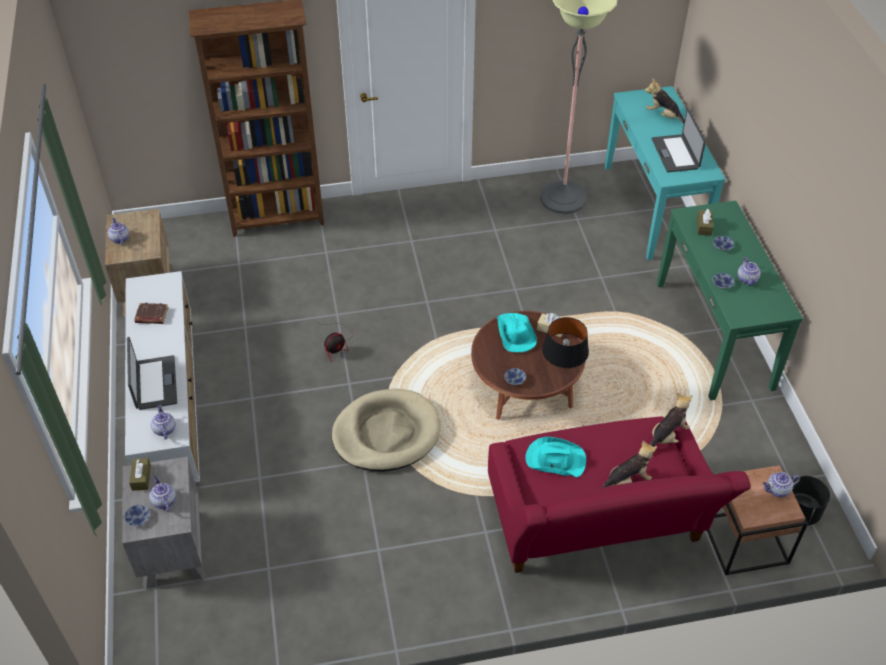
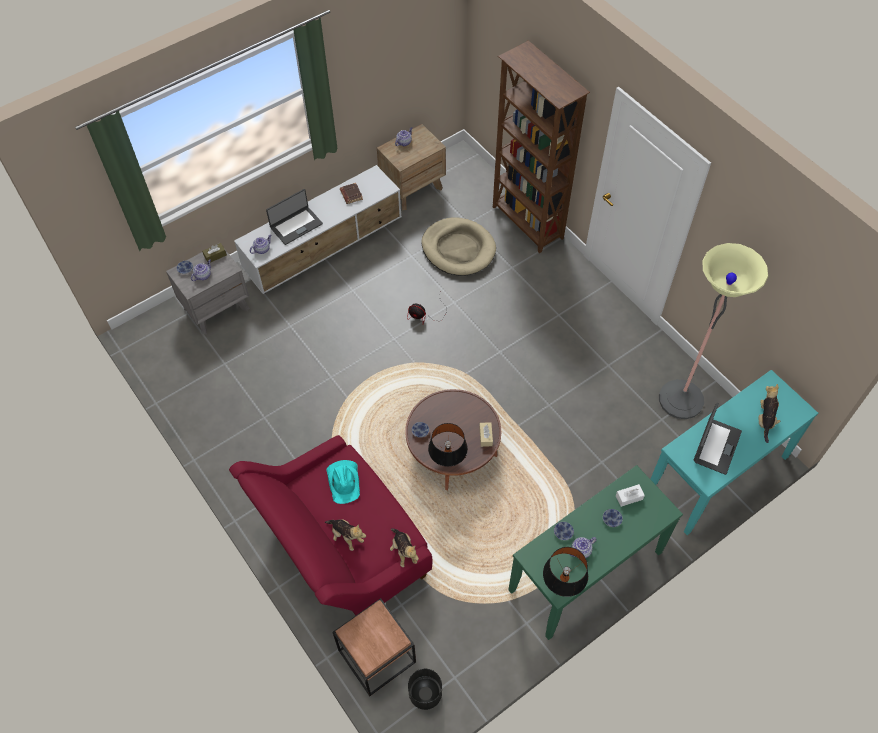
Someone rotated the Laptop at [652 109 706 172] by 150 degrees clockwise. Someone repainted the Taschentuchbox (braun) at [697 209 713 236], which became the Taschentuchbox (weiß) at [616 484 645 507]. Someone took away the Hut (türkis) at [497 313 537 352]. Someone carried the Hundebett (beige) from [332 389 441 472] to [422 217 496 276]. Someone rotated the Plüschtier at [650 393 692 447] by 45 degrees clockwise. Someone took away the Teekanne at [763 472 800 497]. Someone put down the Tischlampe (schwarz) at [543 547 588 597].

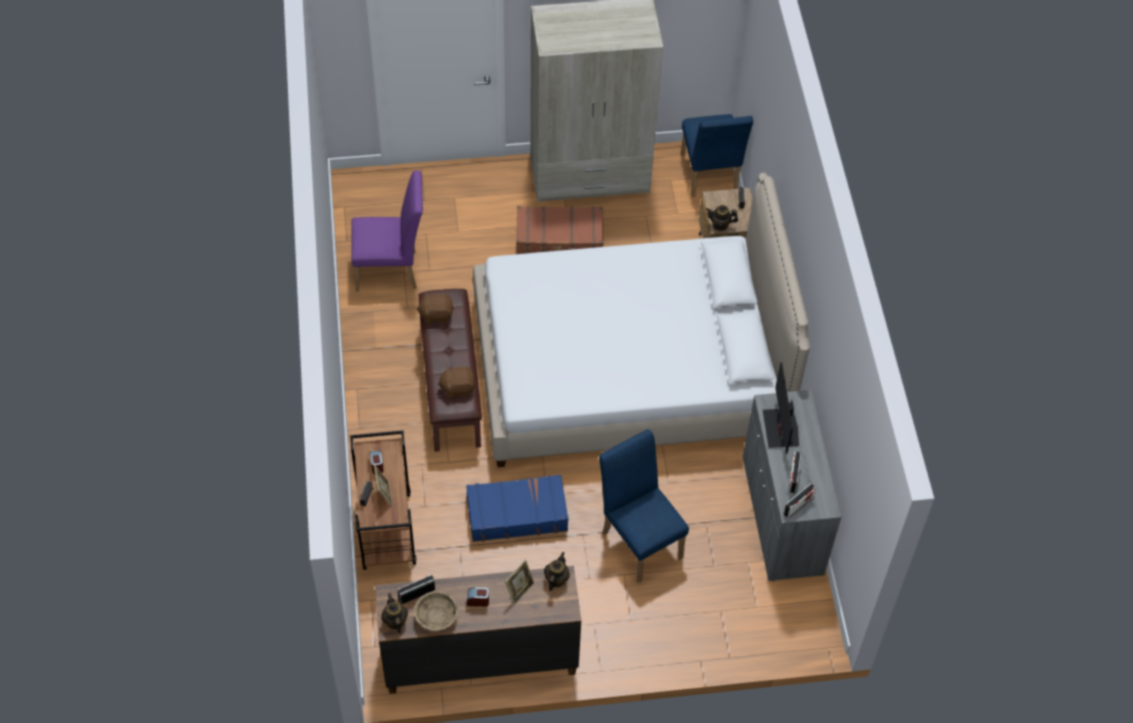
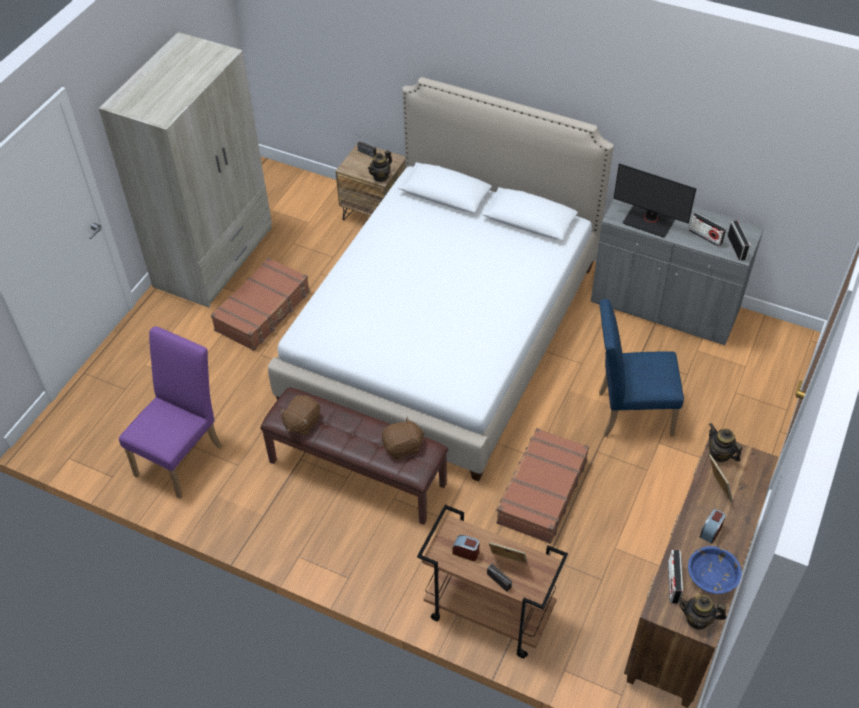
Someone took away the Stuhl (blau) at [681 114 753 197]. Someone rotated the Plüschtier (braun) at [437 366 476 398] by 135 degrees counterclockwise. Someone repainted the Koffer (blau) at [466 475 568 542], which became the Koffer (braun) at [496 428 589 544]. Someone repainted the Schüssel (beige) at [414 591 458 631], which became the Schüssel (blau) at [688 546 742 594].

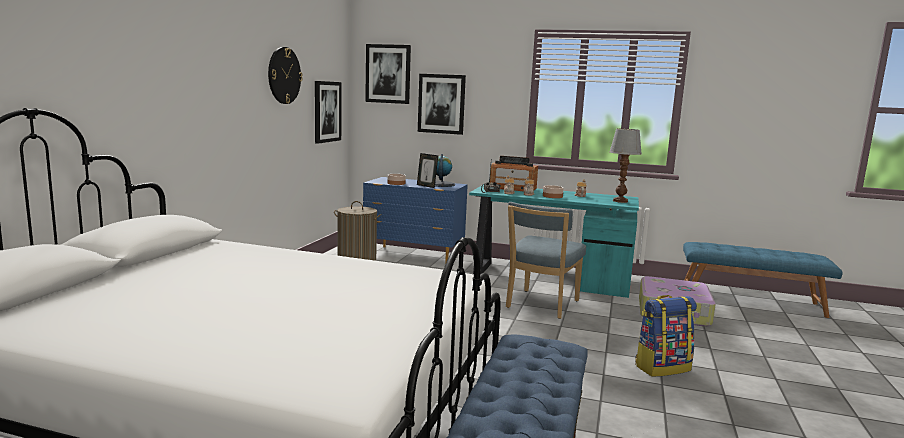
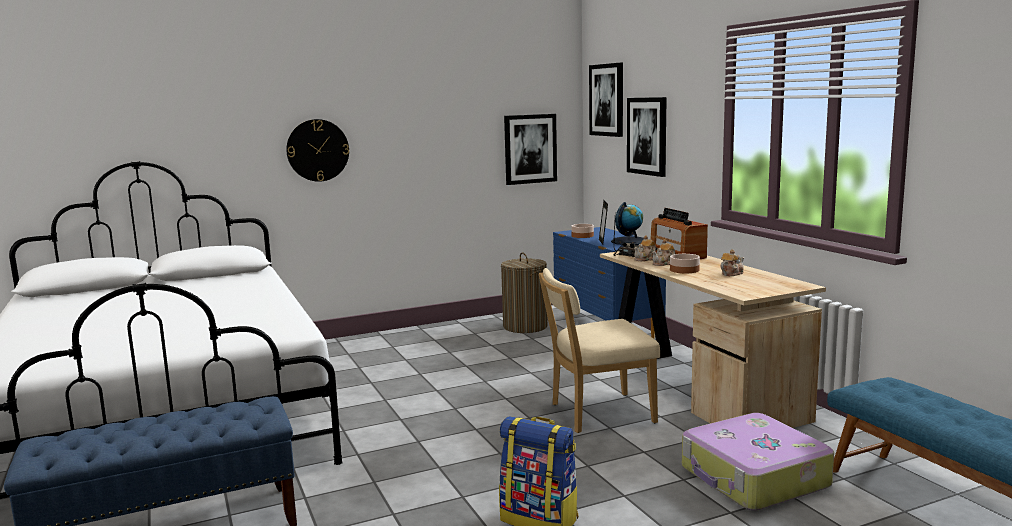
Someone carried the Wanduhr from [268 47 303 104] to [286 119 349 182]. Someone took away the Tischlampe at [609 128 642 203]. Someone repainted the Schreibtisch (türkis) at [469 184 639 298], which became the Schreibtisch (beige) at [600 251 826 428]. Someone repainted the Stuhl (blau) at [506 202 586 319], which became the Stuhl (beige) at [539 268 660 433].

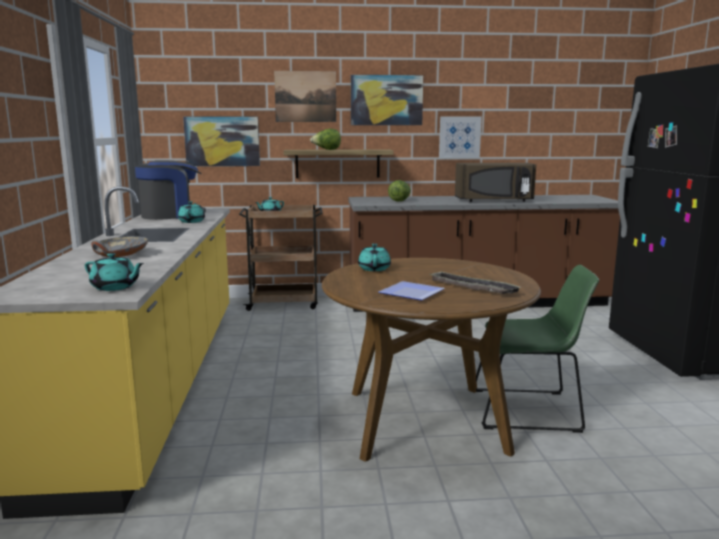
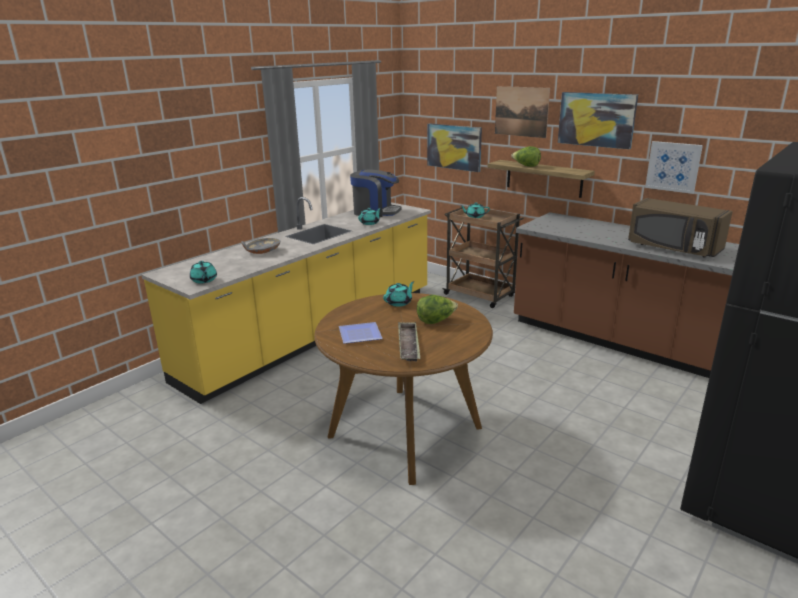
Someone carried the Salatkopf from [388 180 411 201] to [417 295 458 324]. Someone took away the Stuhl (grün) at [476 265 599 433].

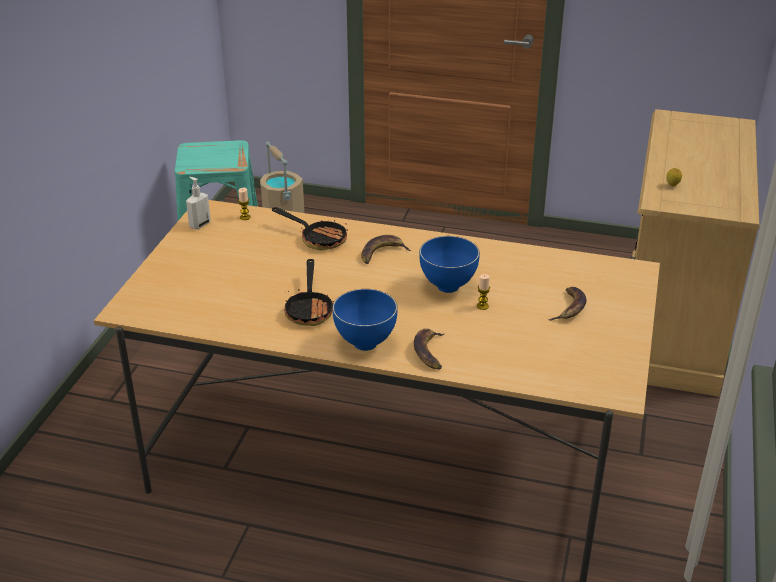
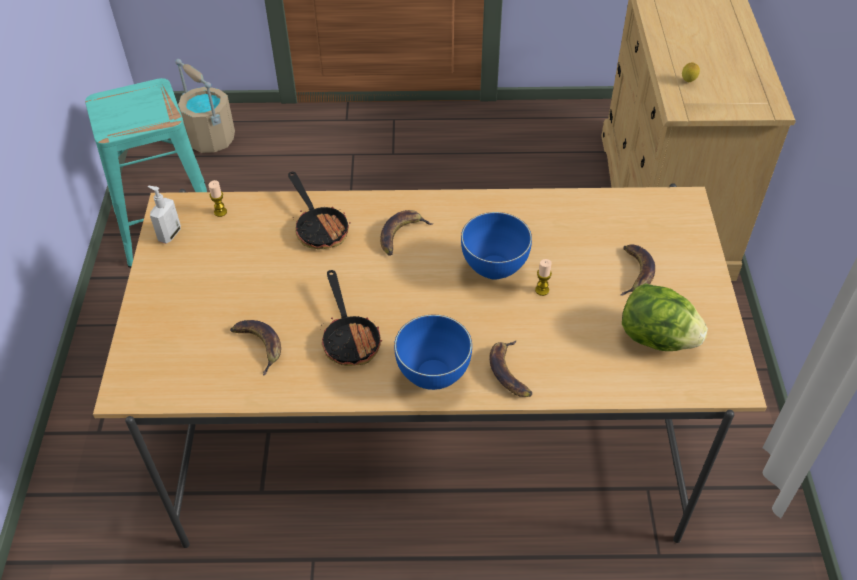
Someone rotated the Pfanne at [272 207 348 250] by 45 degrees clockwise. Someone put down the Salatkopf at [622 283 708 351]. Someone put down the Banane at [230 320 281 376].

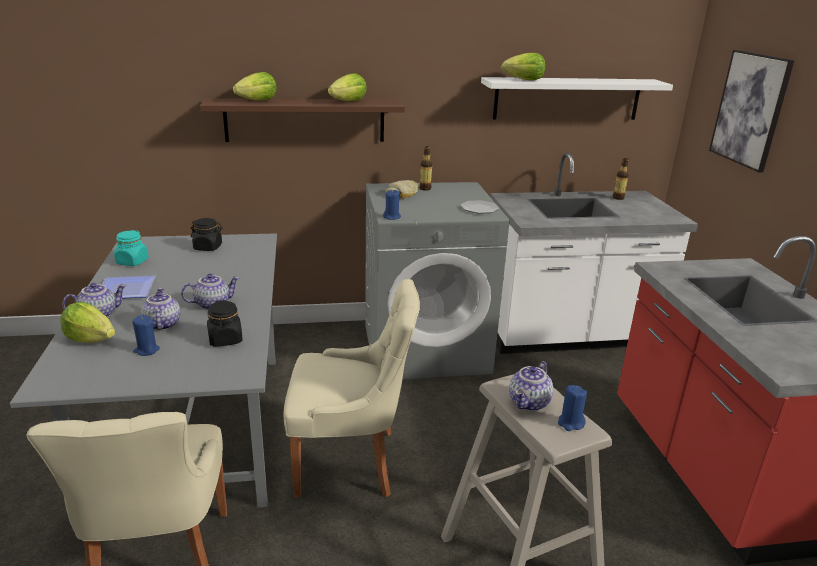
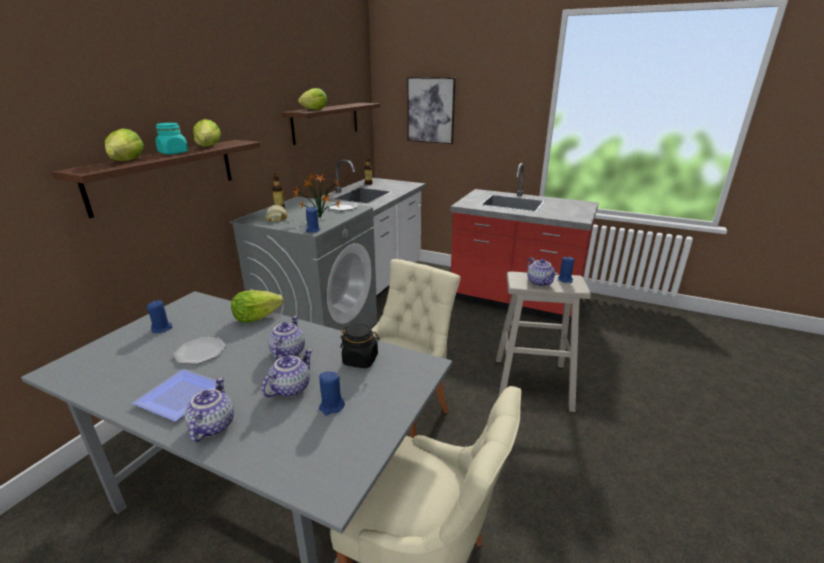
Someone repainted the Wandregal (weiß) at [481 77 673 120], which became the Wandregal (braun) at [282 103 380 145]. Someone swapped the Vorratsglas (schwarz) at [191 218 223 251] for the Kerze (blau) at [147 300 172 333]. Someone carried the Vorratsglas (türkis) from [114 230 149 266] to [155 123 188 154]. Someone rotated the Teekanne at [141 288 180 331] by 105 degrees clockwise. Someone carried the Salatkopf from [60 302 115 343] to [231 290 283 323]. Someone put down the Topfpflanze at [293 174 341 217]. Someone put down the Teller at [173 337 226 364].

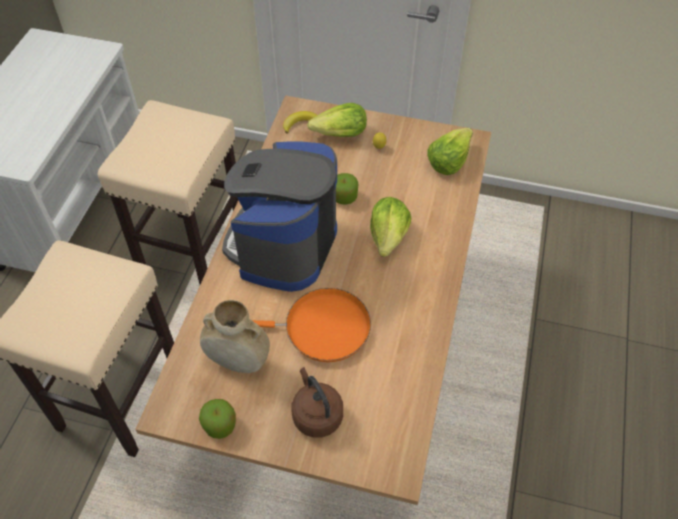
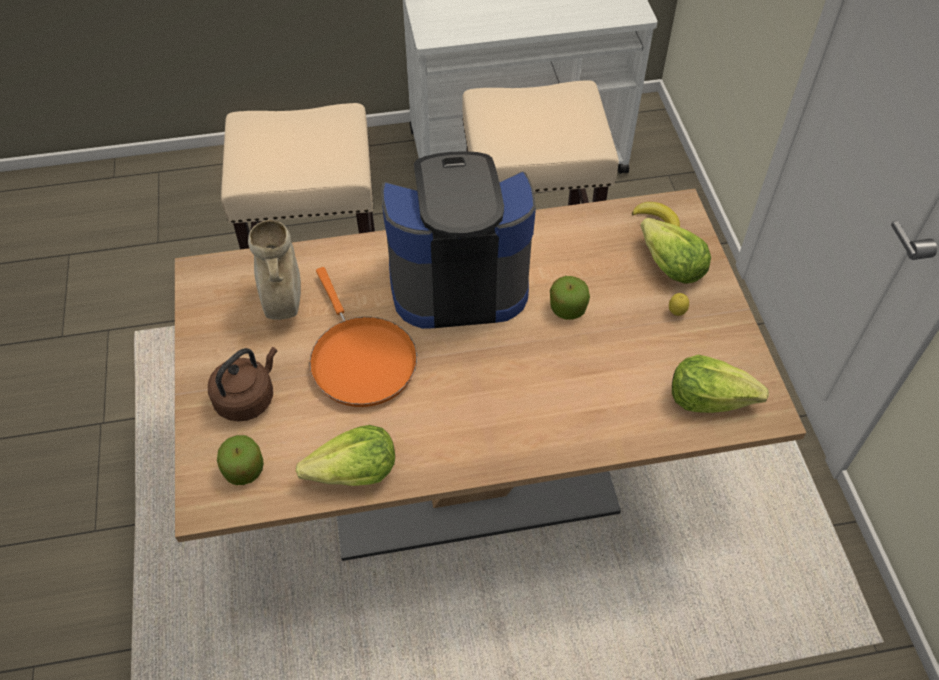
Someone carried the Salatkopf from [370 197 411 257] to [296 425 395 486]. Someone carried the Apfel from [199 399 236 439] to [217 435 264 485].

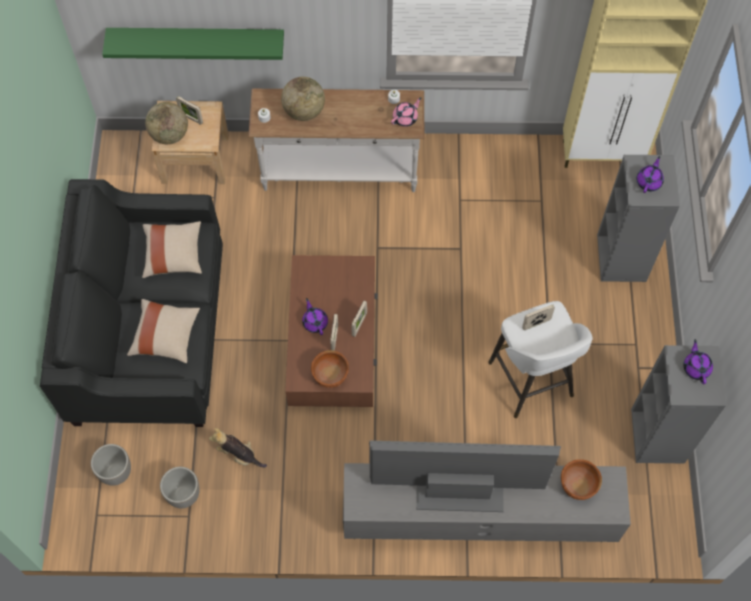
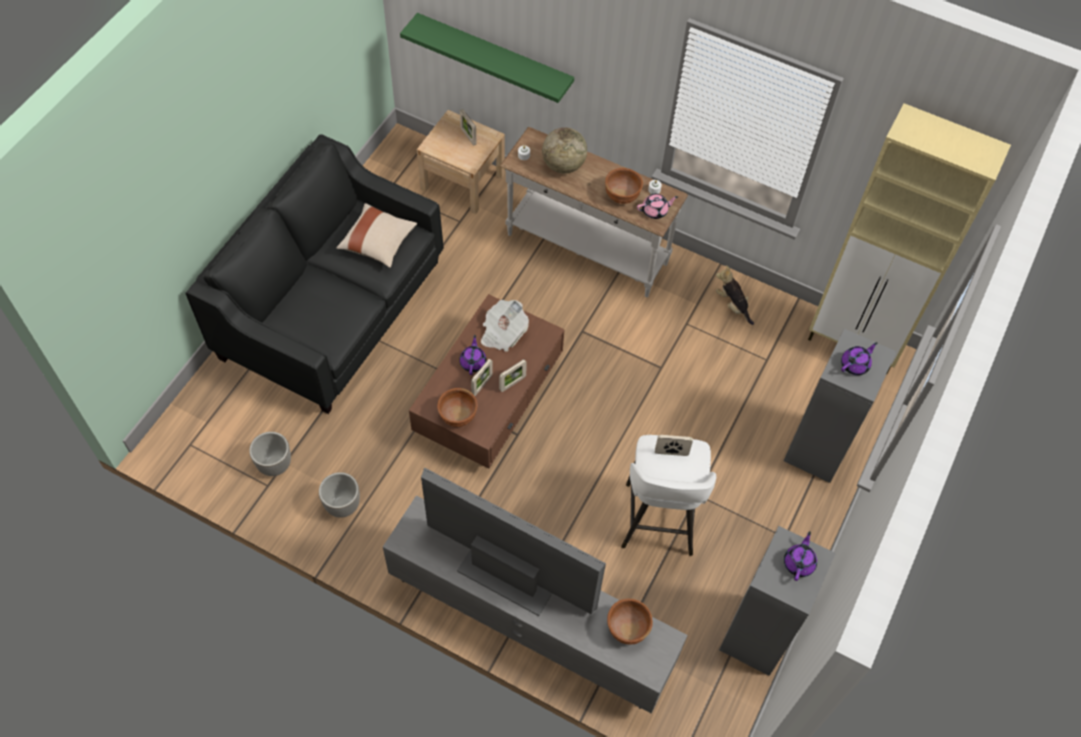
Someone took away the Globus at [145 102 188 144]. Someone took away the Kissen (beige) at [127 299 200 363]. Someone carried the Plüschtier from [209 428 267 468] to [716 265 754 325]. Someone carried the Pflanzkübel from [91 444 131 486] to [319 472 360 518]. Someone put down the Schüssel (braun) at [605 168 643 204]. Someone put down the Zeitung at [481 300 529 351].

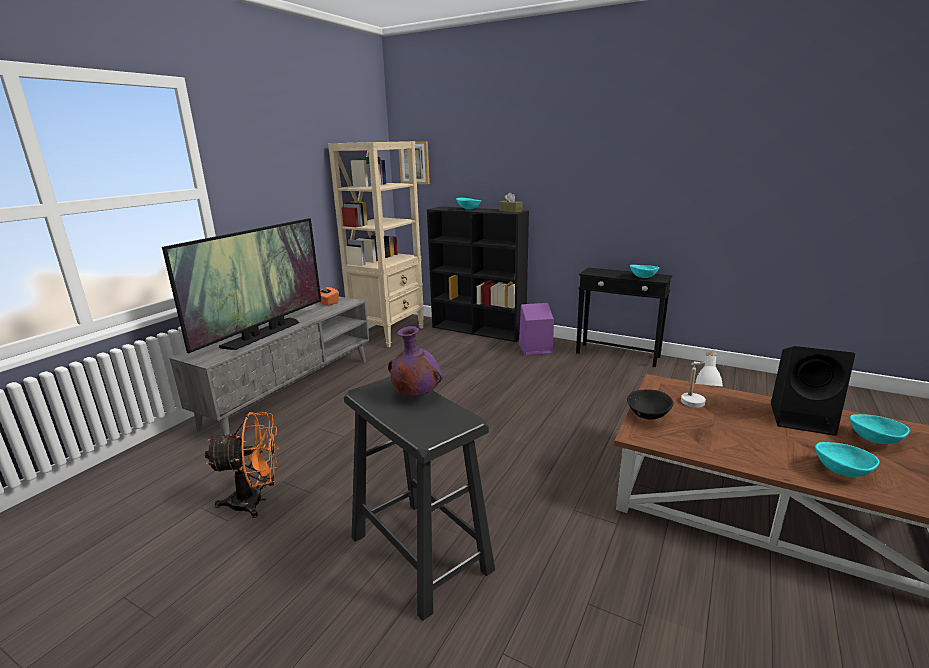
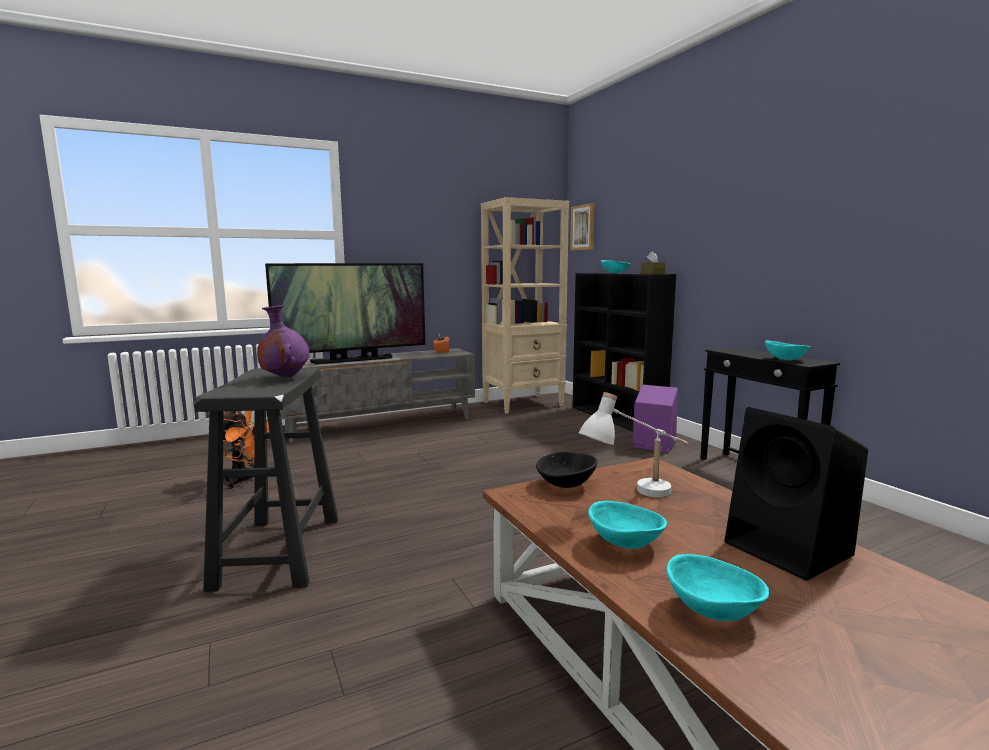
Someone carried the Schüssel (türkis) from [850 414 910 444] to [588 501 667 549].

